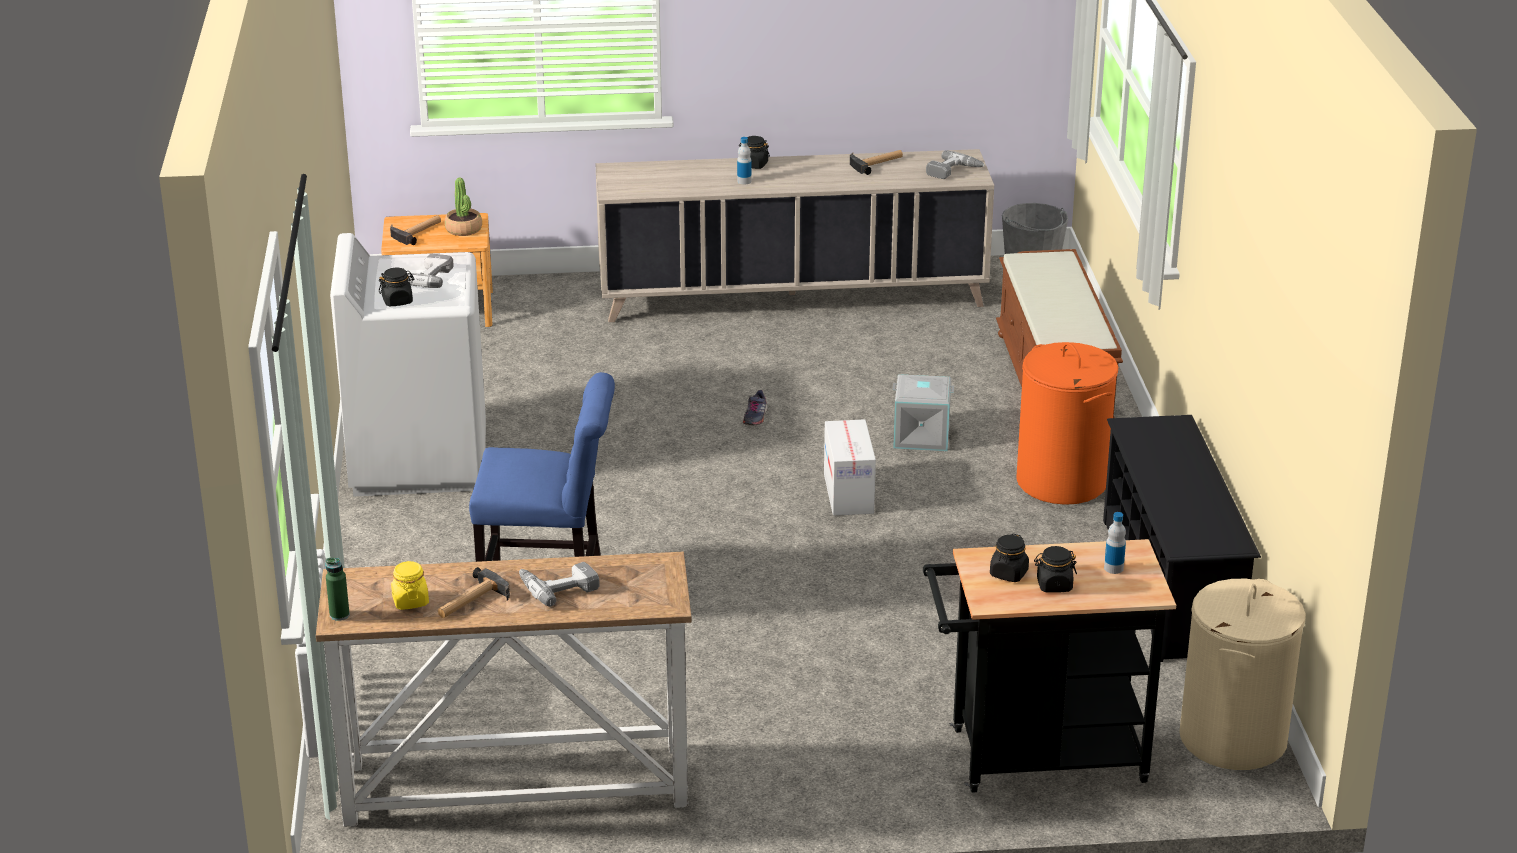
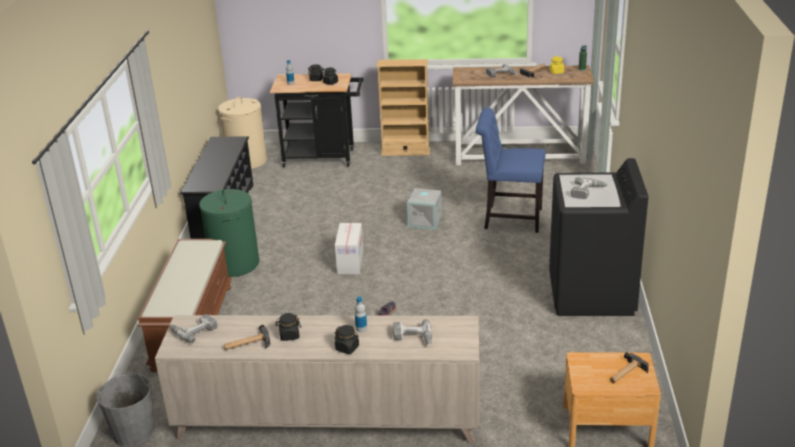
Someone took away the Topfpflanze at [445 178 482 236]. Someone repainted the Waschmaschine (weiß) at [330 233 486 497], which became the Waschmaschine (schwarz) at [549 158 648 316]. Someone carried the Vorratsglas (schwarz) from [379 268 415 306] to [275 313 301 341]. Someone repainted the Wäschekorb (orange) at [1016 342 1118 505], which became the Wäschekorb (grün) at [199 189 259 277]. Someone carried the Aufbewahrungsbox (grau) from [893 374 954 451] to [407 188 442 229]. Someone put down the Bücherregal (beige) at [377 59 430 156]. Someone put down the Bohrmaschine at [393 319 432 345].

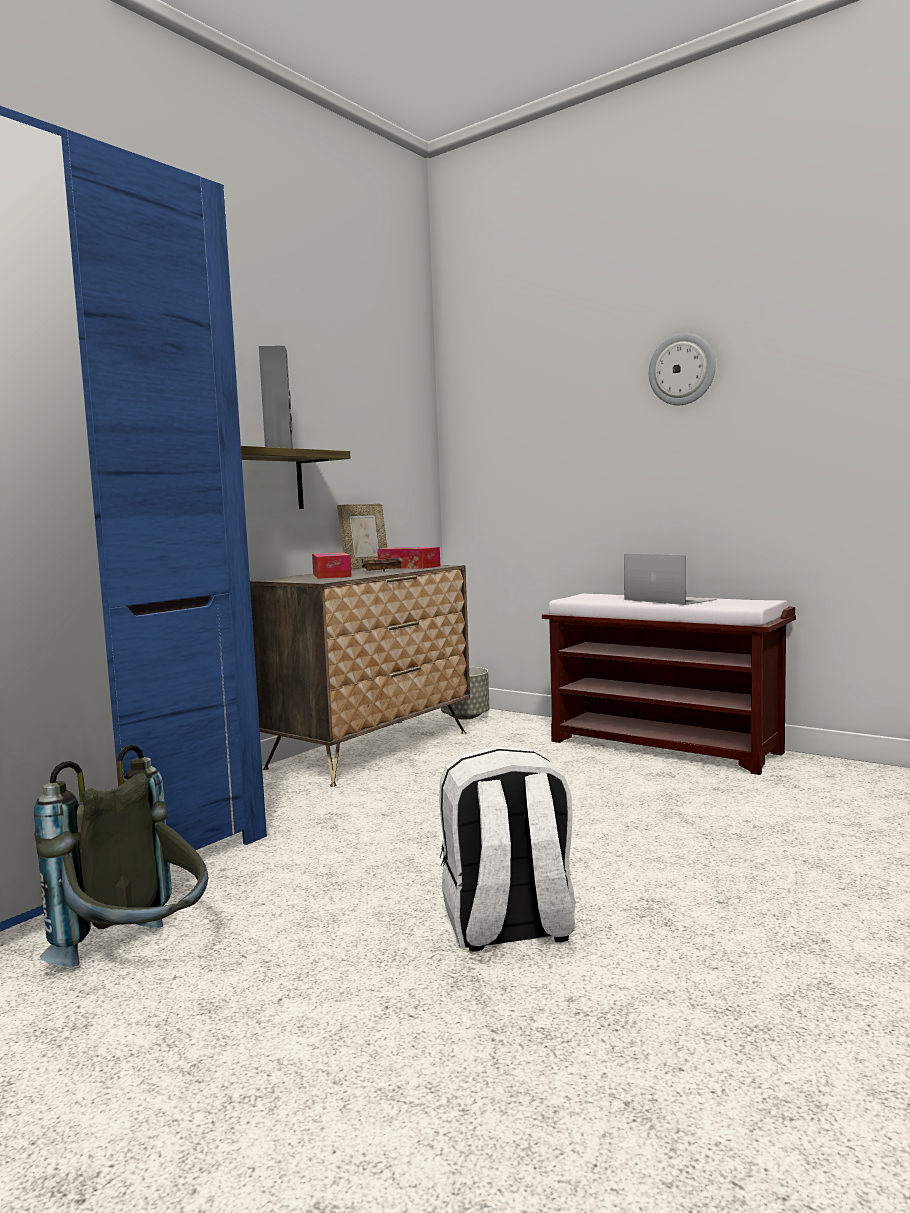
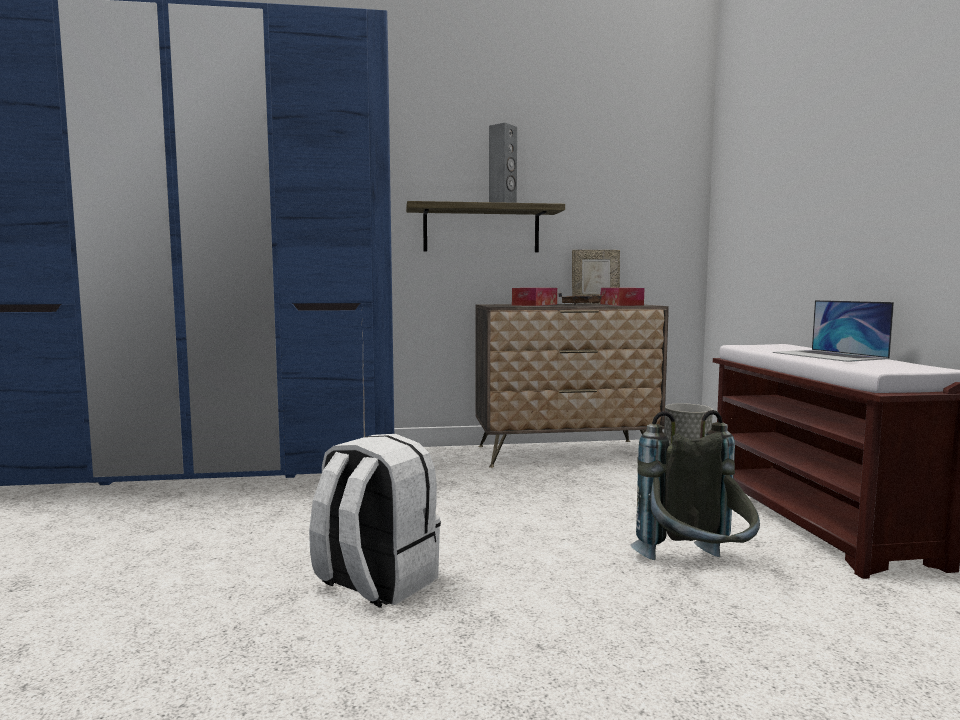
Someone took away the Wanduhr at [649 333 716 405]. Someone rotated the Laptop at [624 554 717 605] by 150 degrees clockwise. Someone carried the Rucksack (grau) from [34 744 208 967] to [630 410 760 560].

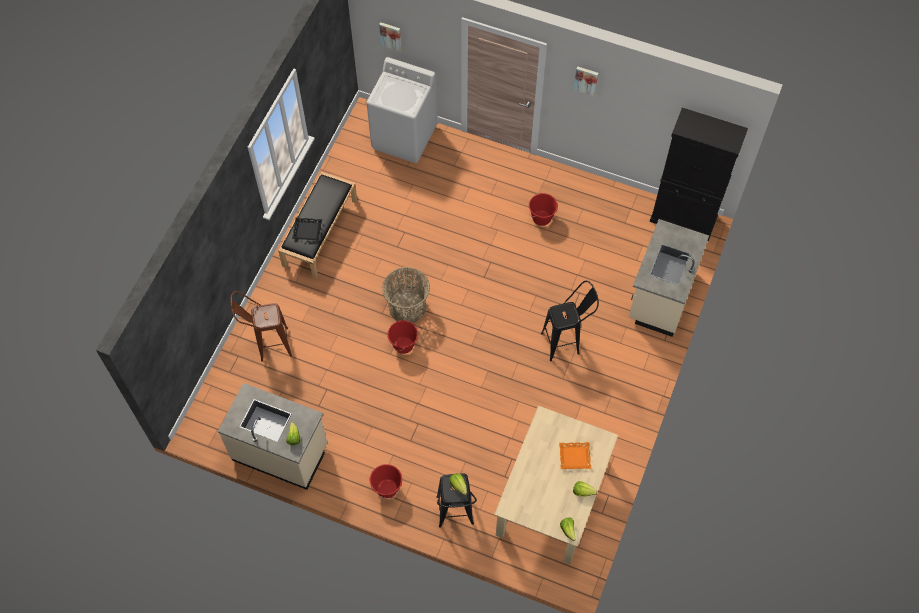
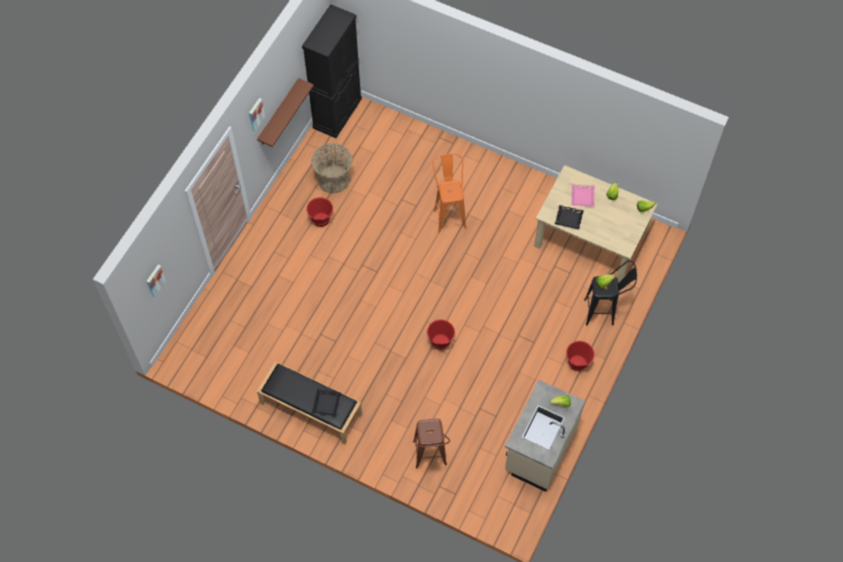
Someone took away the Waschmaschine (weiß) at [366 57 437 163]. Someone took away the Küchenzeile (beige) at [629 219 709 337]. Someone carried the Korb from [382 267 430 323] to [311 143 353 193]. Someone repainted the Hocker (schwarz) at [541 281 599 361], which became the Hocker (orange) at [432 153 466 233]. Someone repainted the Tablett (orange) at [559 442 591 469], which became the Tablett (rosa) at [571 184 595 207]. Someone put up the Wandregal (braun) at [257 78 314 147]. Someone put down the Tablett (schwarz) at [555 205 584 230].

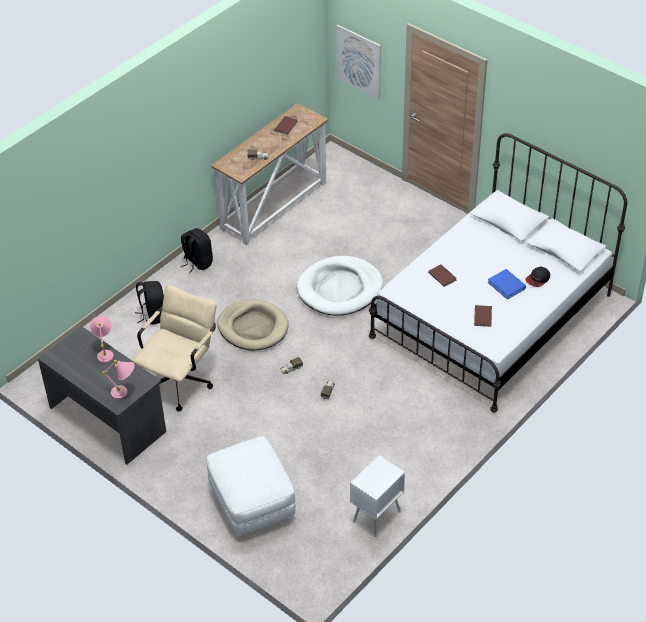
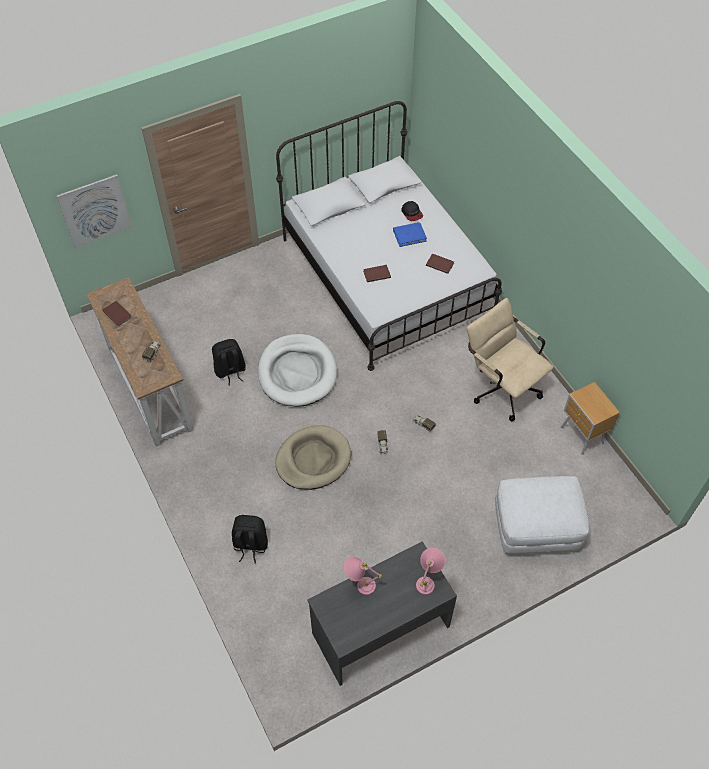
Someone carried the Rucksack (schwarz) from [181 228 213 274] to [212 339 246 386]. Someone carried the Bürostuhl (beige) from [133 285 217 412] to [467 298 554 421]. Someone repainted the Nachttisch (weiß) at [350 455 405 537], which became the Nachttisch (braun) at [561 382 620 455].

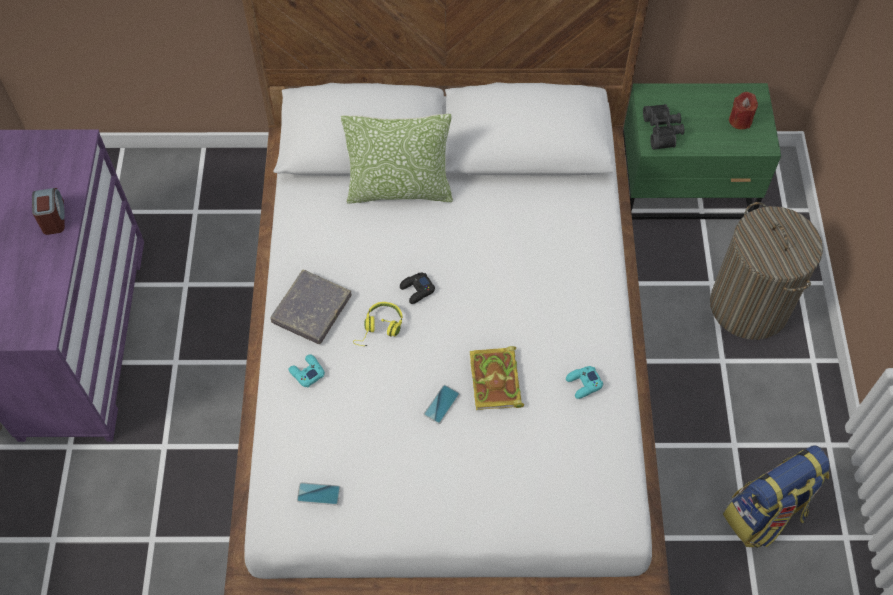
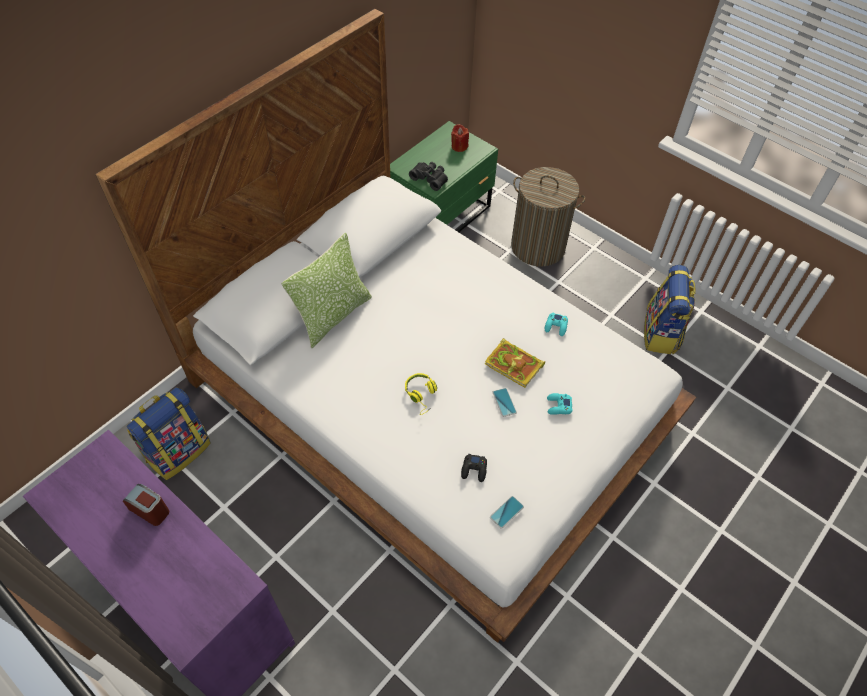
Someone took away the Buch (grau) at [270 270 352 345]. Someone carried the Gamepad (schwarz) from [400 272 435 304] to [461 454 487 482]. Someone carried the Gamepad (türkis) from [289 354 325 388] to [547 393 573 414]. Someone put down the Rucksack at [127 387 211 480].

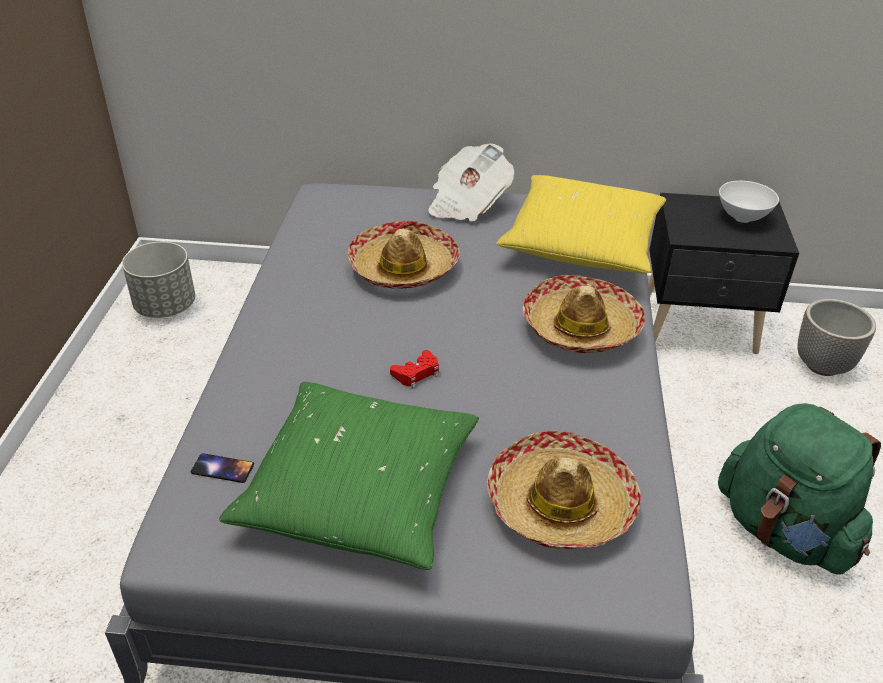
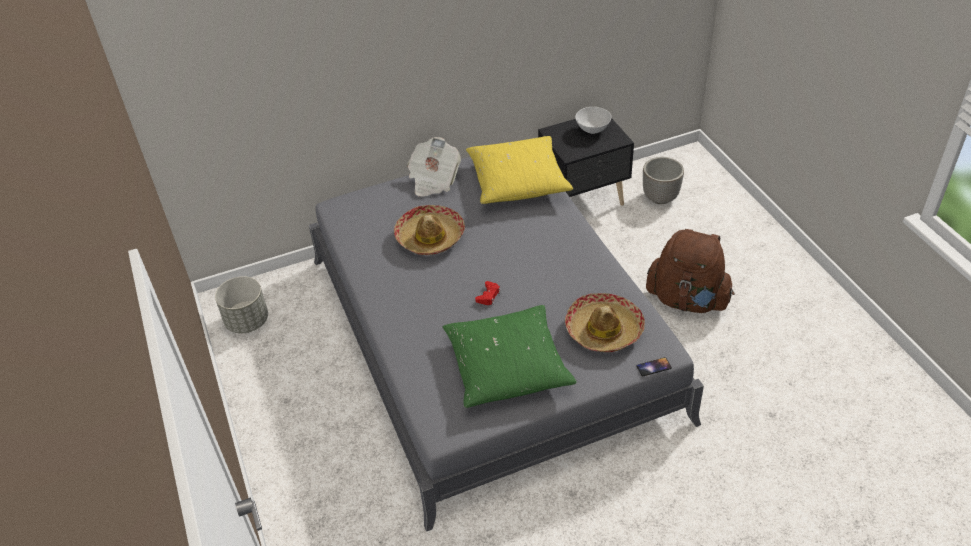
Someone took away the Hut at [523 275 645 353]. Someone repainted the Rucksack (grün) at [718 403 881 575], which became the Rucksack (braun) at [646 229 734 313]. Someone carried the Handy from [191 453 254 483] to [636 357 672 376].

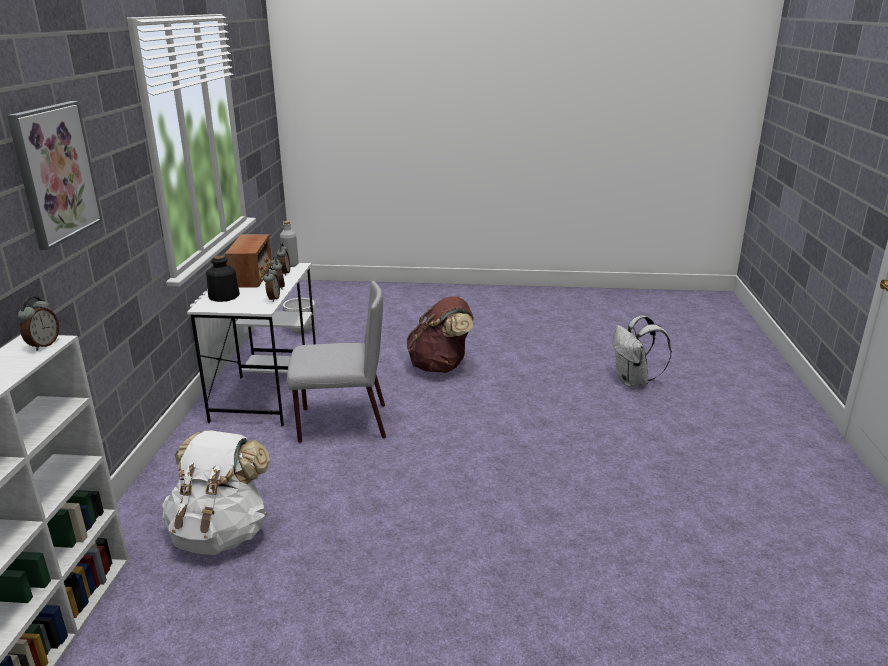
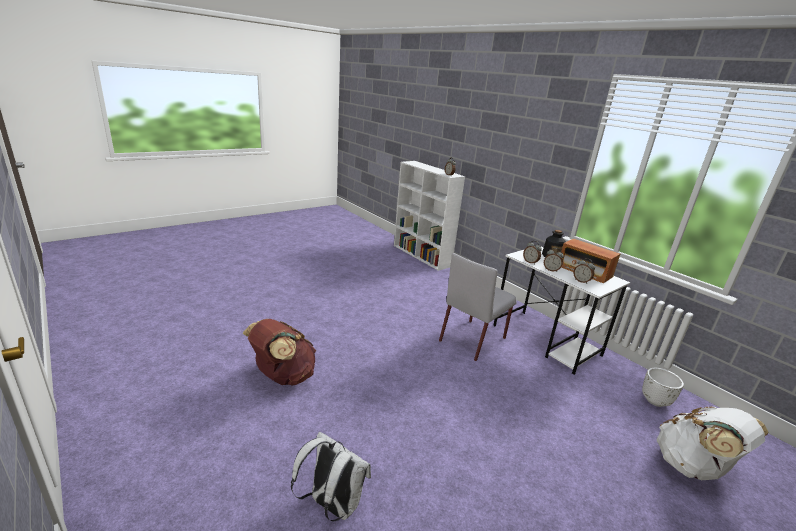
Someone took away the Bild at [7 101 103 250]. Someone took away the Flasche (grau) at [280 221 299 267]. Someone carried the Rucksack (braun) from [407 296 474 373] to [243 319 316 386]. Someone carried the Rucksack (weiß) from [162 431 270 555] to [657 406 768 480].

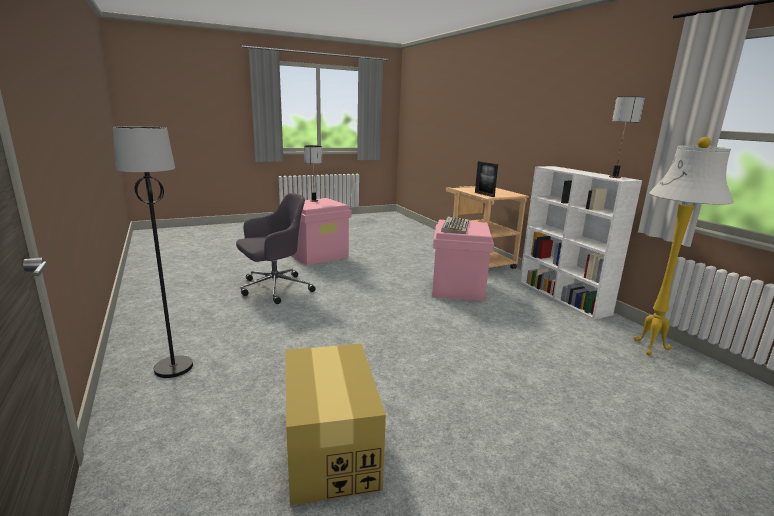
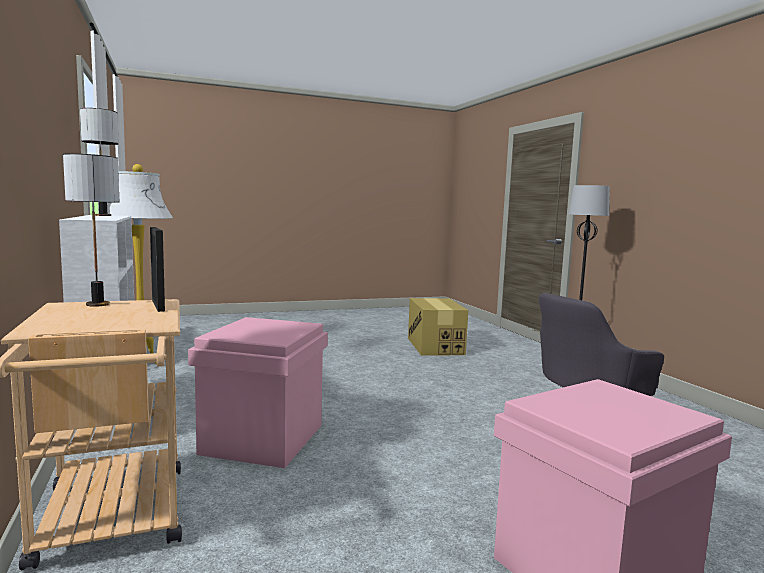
Someone carried the Tischlampe from [304 145 322 202] to [63 153 120 307]. Someone took away the Tastatur at [441 216 469 234].

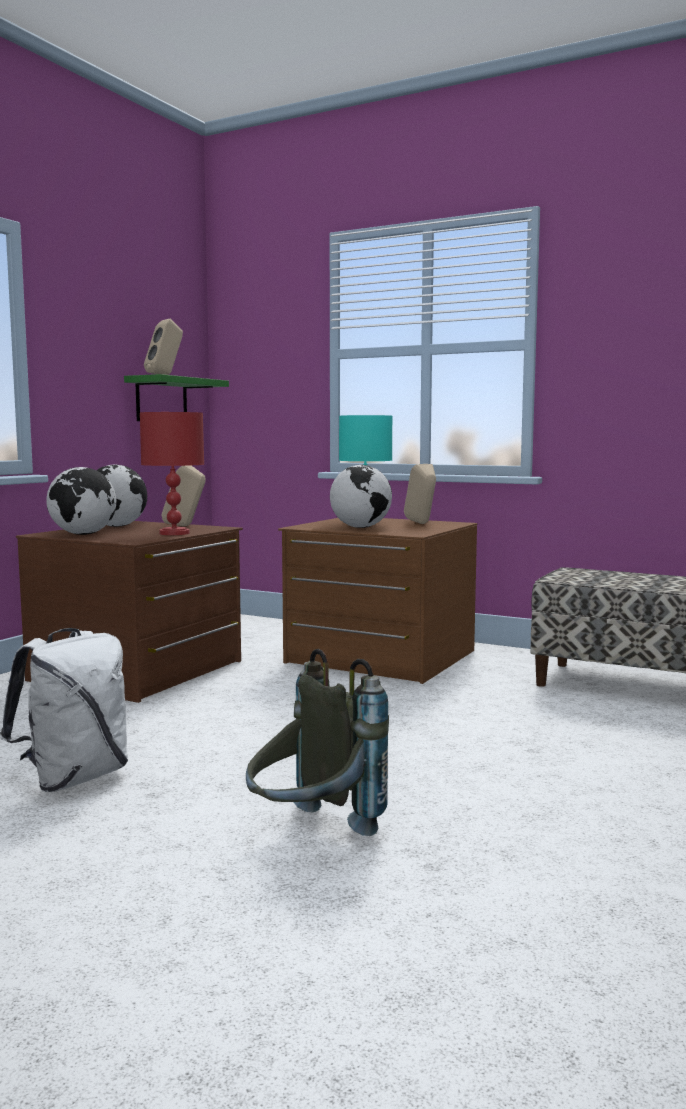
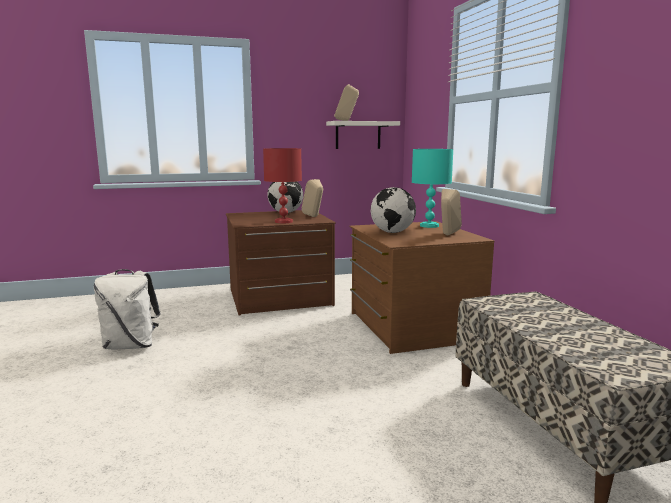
Someone repainted the Wandregal (grün) at [124 374 229 421], which became the Wandregal (weiß) at [326 121 400 149]. Someone took away the Globus at [46 467 117 535]. Someone took away the Rucksack (grau) at [246 649 389 836].

